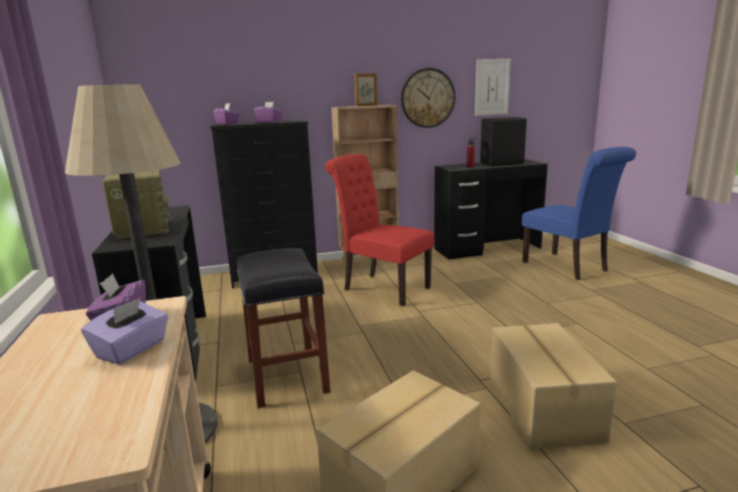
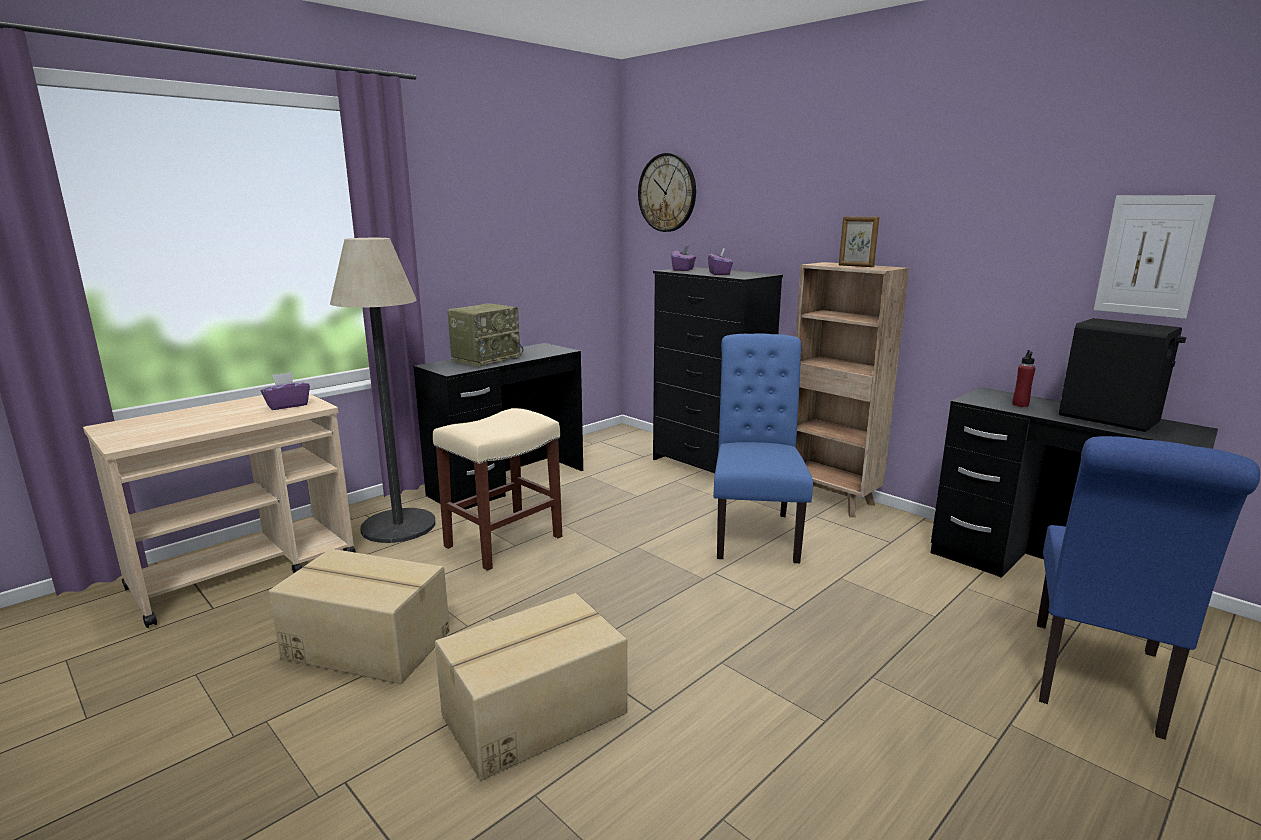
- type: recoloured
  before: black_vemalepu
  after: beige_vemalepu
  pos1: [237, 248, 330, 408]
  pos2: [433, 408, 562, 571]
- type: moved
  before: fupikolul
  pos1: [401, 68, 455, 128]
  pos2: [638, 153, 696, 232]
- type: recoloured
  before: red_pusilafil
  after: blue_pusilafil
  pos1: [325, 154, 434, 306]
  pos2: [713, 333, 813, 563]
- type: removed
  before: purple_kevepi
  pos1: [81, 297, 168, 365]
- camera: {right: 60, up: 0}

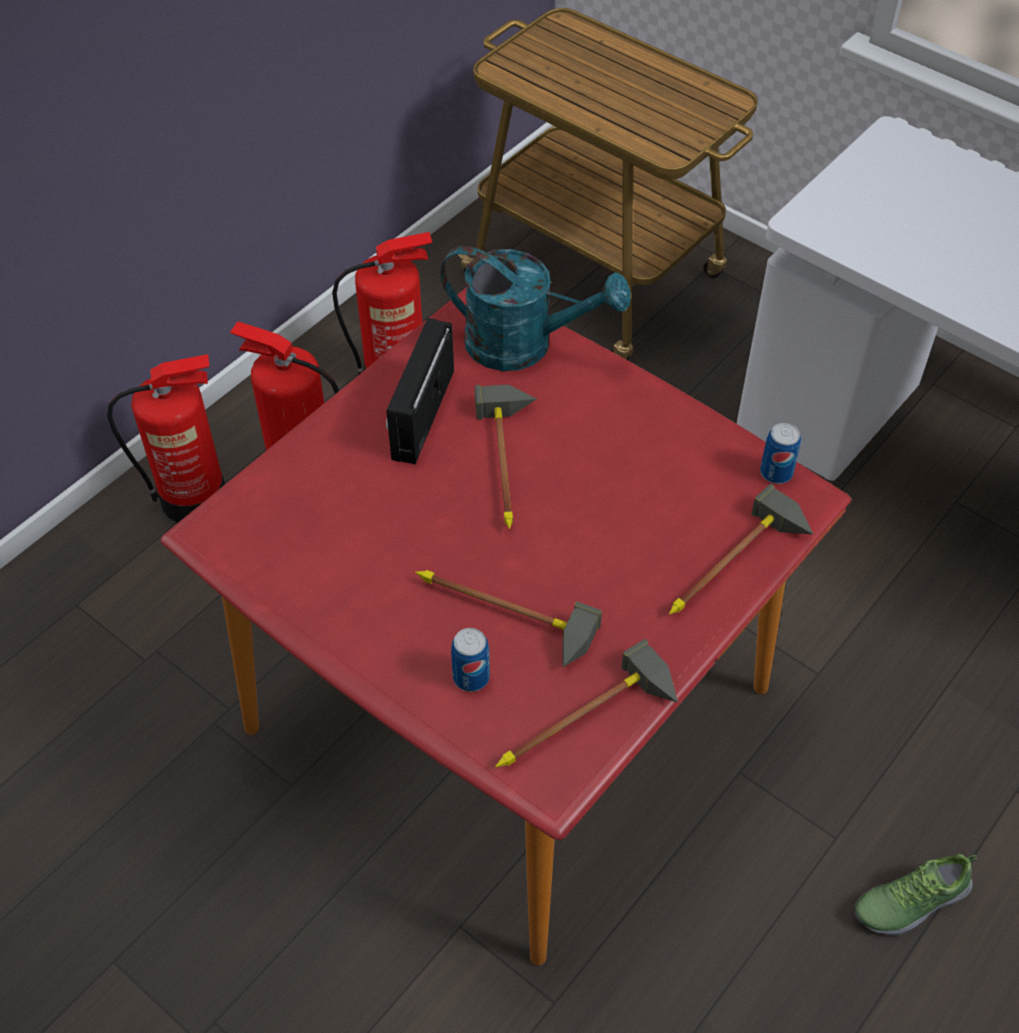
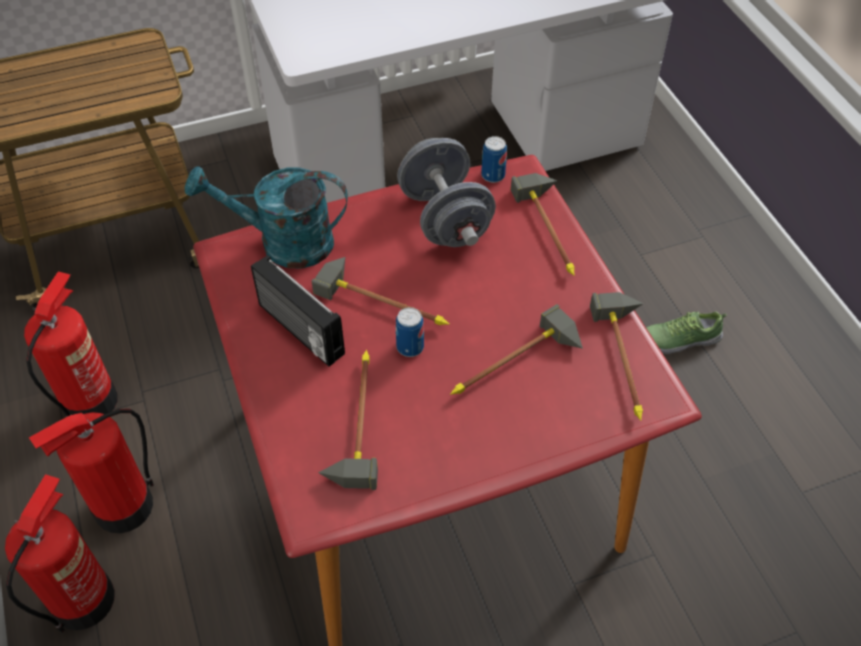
- type: turned
  before: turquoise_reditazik
  pos1: [441, 246, 631, 371]
  pos2: [185, 166, 348, 269]
  turn: -135
- type: added
  after: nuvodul
  pos2: [318, 350, 378, 490]
- type: moved
  before: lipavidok
  pos1: [451, 628, 490, 692]
  pos2: [395, 307, 424, 357]
- type: added
  after: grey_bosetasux
  pos2: [397, 138, 496, 247]
- type: turned
  before: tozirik
  pos1: [855, 854, 977, 936]
  pos2: [646, 312, 727, 354]
  turn: 75
- camera: {right: -60, up: 0}

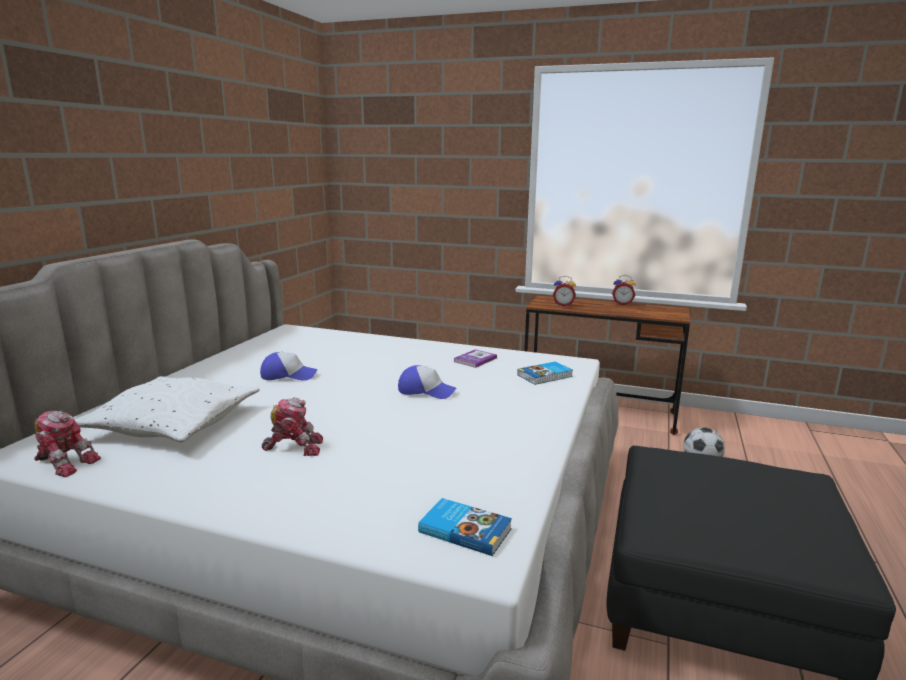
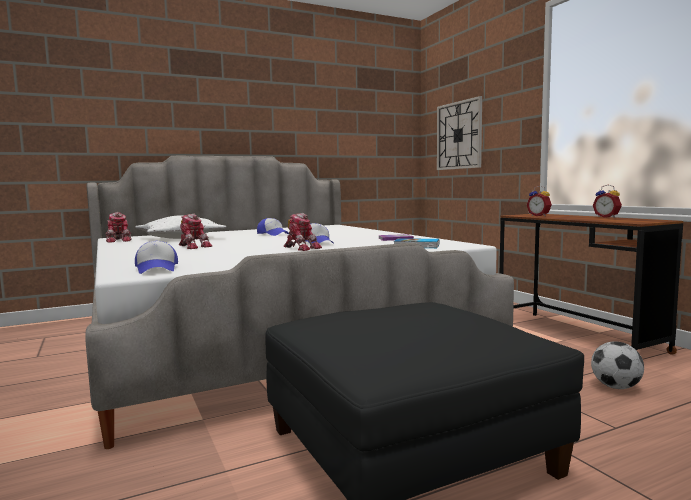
- type: replaced
  before: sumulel
  after: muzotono
  pos1: [418, 498, 512, 556]
  pos2: [135, 241, 178, 274]
- type: added
  after: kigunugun
  pos2: [284, 213, 322, 251]
- type: added
  after: fupikolul
  pos2: [437, 96, 482, 170]
- camera: {right: 45, up: -10}

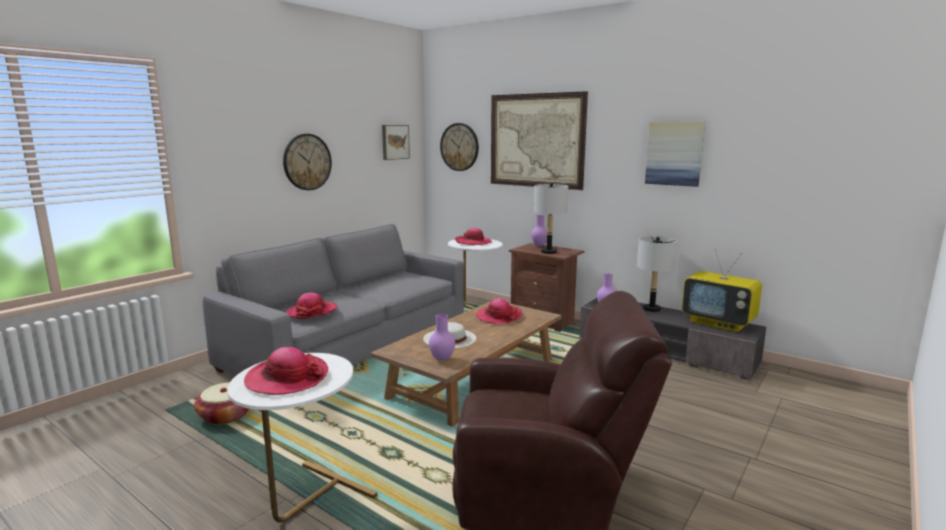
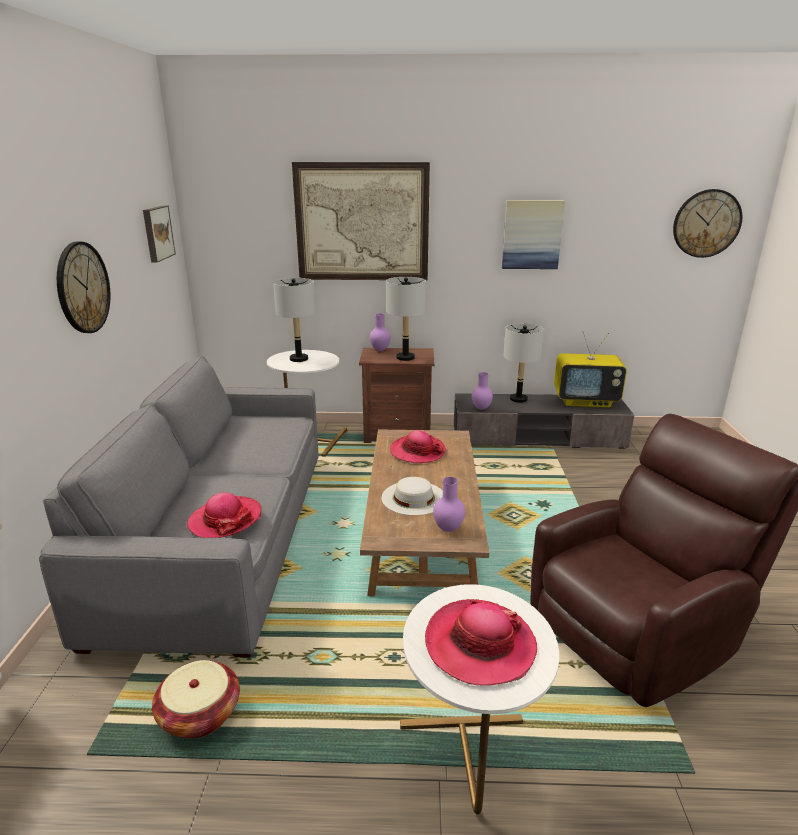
- type: replaced
  before: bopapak
  after: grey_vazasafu
  pos1: [455, 228, 492, 245]
  pos2: [273, 278, 316, 362]
- type: moved
  before: fupikolul
  pos1: [440, 123, 479, 171]
  pos2: [673, 189, 742, 258]
- camera: {right: -35, up: 10}

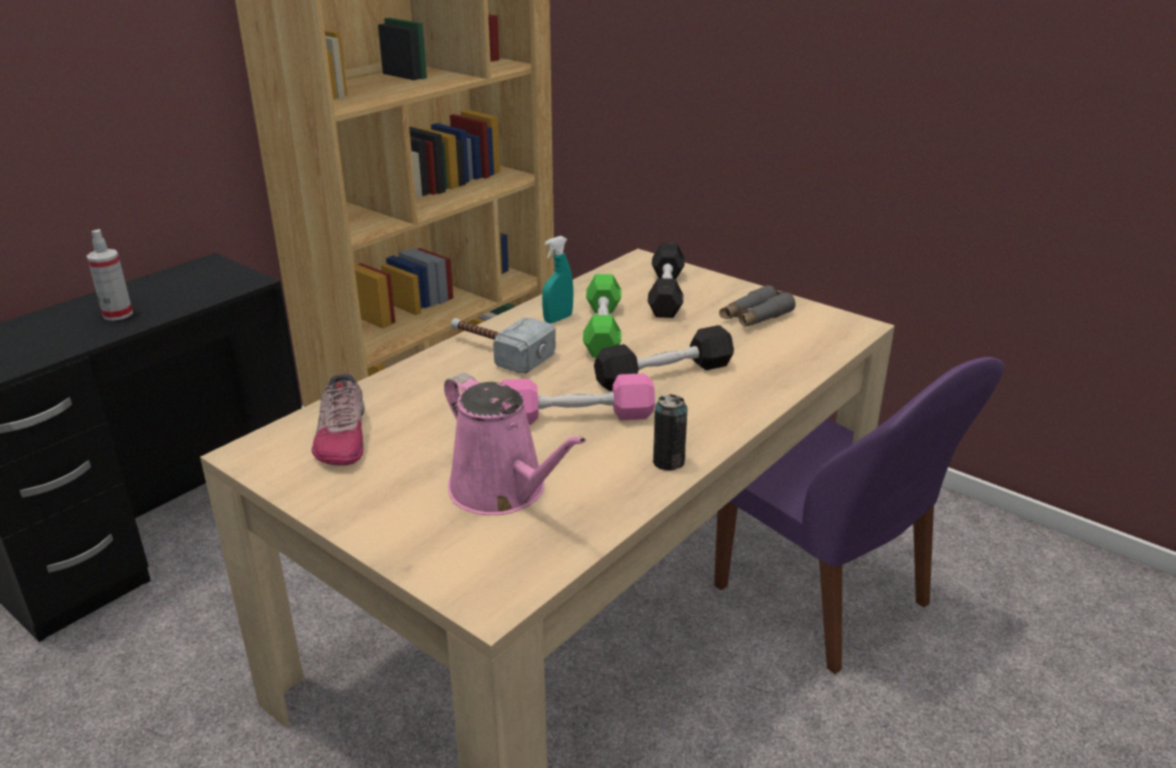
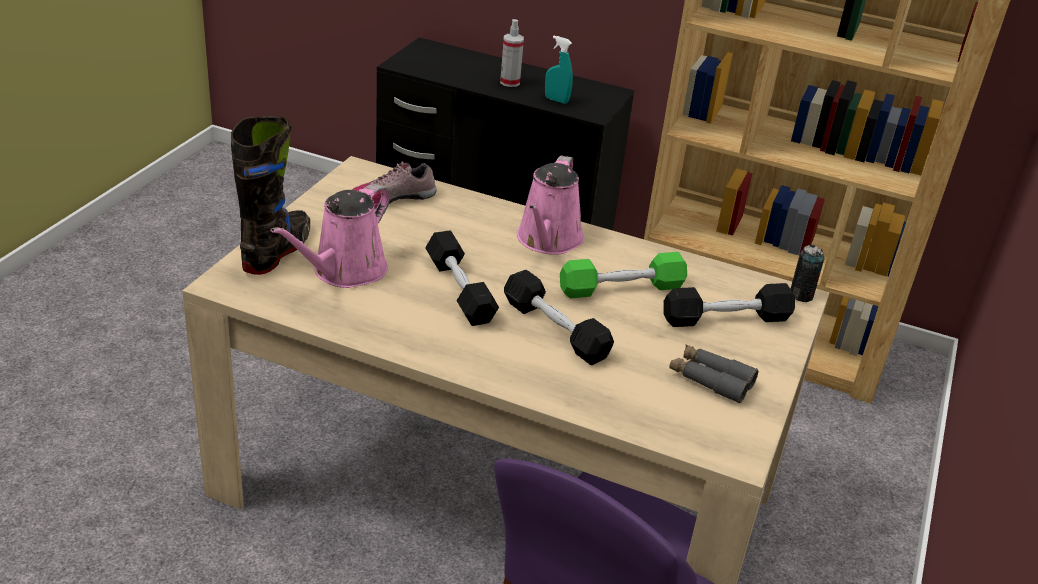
- type: added
  after: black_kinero
  pos2: [231, 116, 310, 275]
- type: recoloured
  before: pink_bosetasux
  after: black_bosetasux
  pos1: [501, 373, 655, 425]
  pos2: [425, 230, 499, 326]
- type: replaced
  before: nuvodul
  after: pink_reditazik
  pos1: [451, 317, 556, 373]
  pos2: [517, 156, 584, 255]
- type: moved
  before: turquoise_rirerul
  pos1: [542, 236, 574, 323]
  pos2: [545, 36, 573, 104]
- type: moved
  before: lipavidok
  pos1: [653, 394, 687, 471]
  pos2: [791, 245, 824, 302]
- camera: {right: 70, up: 5}

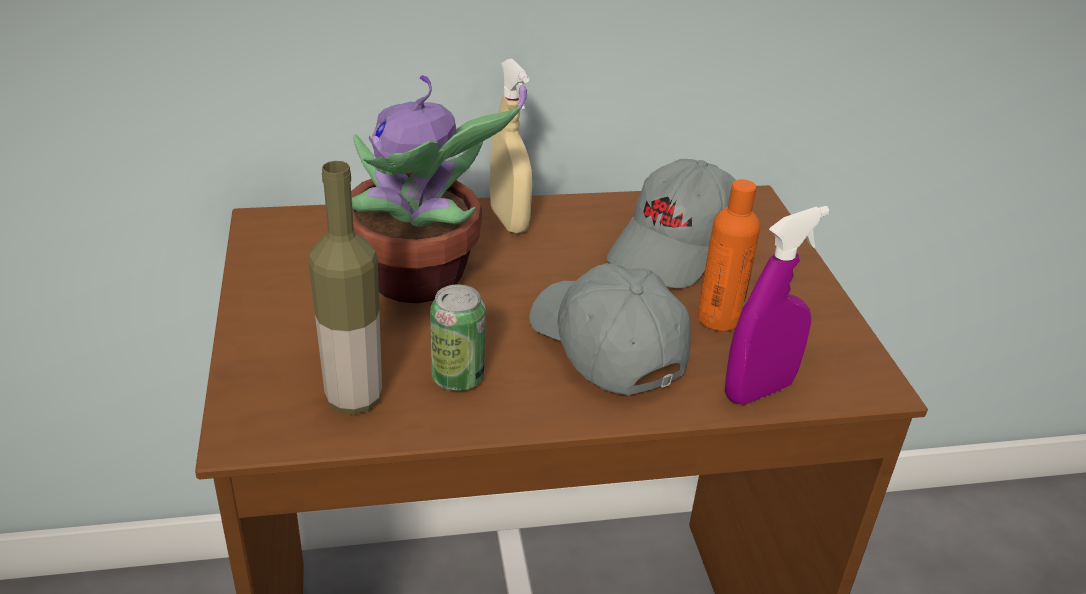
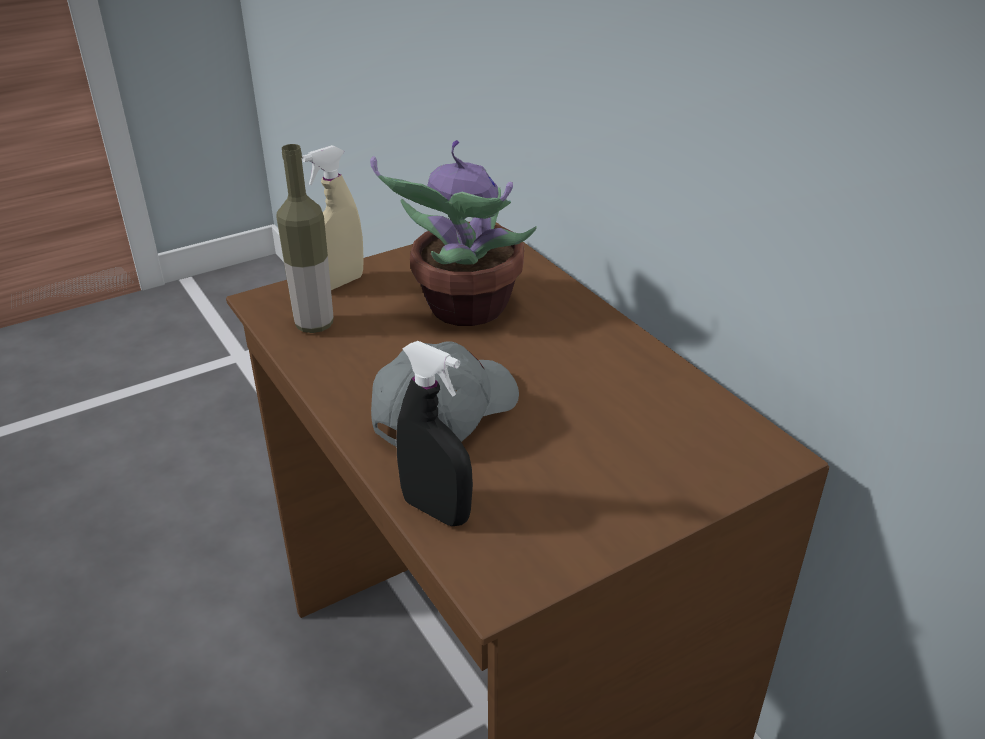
- type: moved
  before: beige_rirerul
  pos1: [490, 59, 532, 233]
  pos2: [302, 145, 364, 290]
- type: recoloured
  before: purple_rirerul
  after: black_rirerul
  pos1: [725, 206, 830, 404]
  pos2: [396, 341, 473, 526]
- type: removed
  before: lipavidok
  pos1: [430, 284, 486, 391]
- type: removed
  before: grey_muzotono
  pos1: [607, 159, 736, 288]
- type: removed
  before: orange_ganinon
  pos1: [697, 179, 760, 331]
- camera: {right: 70, up: 0}

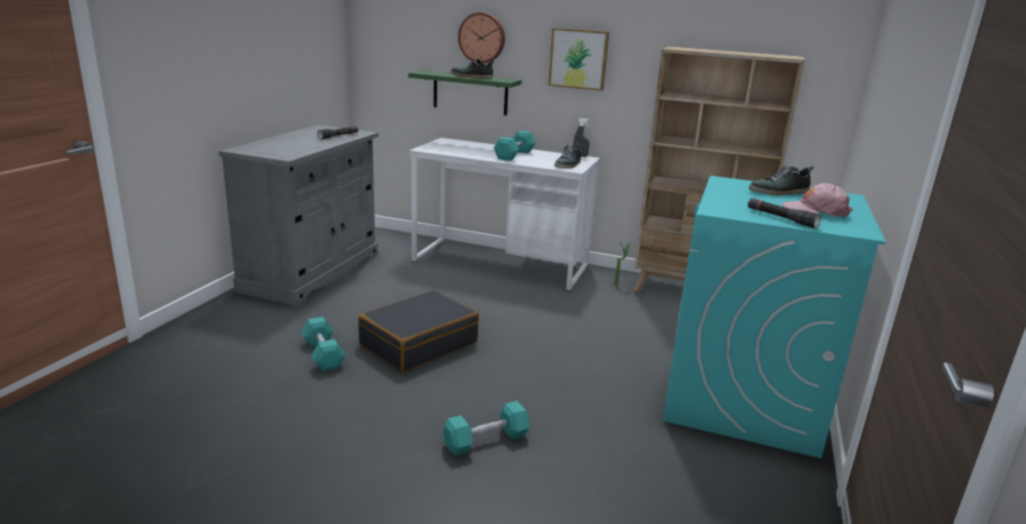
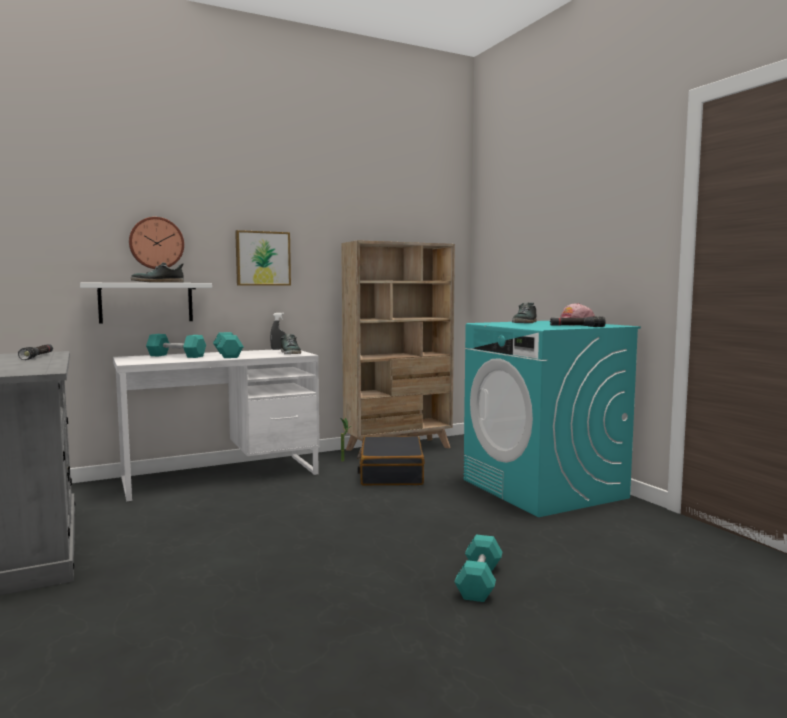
- type: recoloured
  before: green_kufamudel
  after: white_kufamudel
  pos1: [408, 70, 522, 116]
  pos2: [80, 283, 212, 324]
- type: moved
  before: turquoise_bosetasux
  pos1: [301, 317, 346, 371]
  pos2: [146, 334, 206, 358]
- type: moved
  before: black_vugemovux
  pos1: [358, 290, 479, 373]
  pos2: [357, 436, 425, 485]
- camera: {right: -45, up: -15}

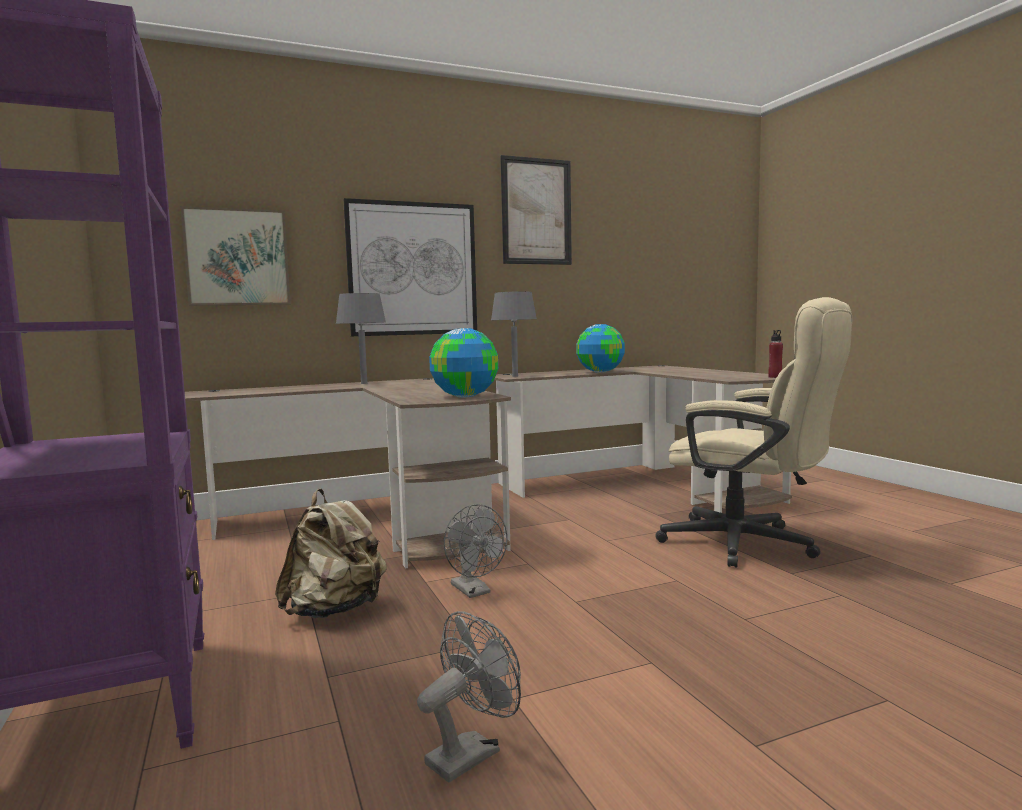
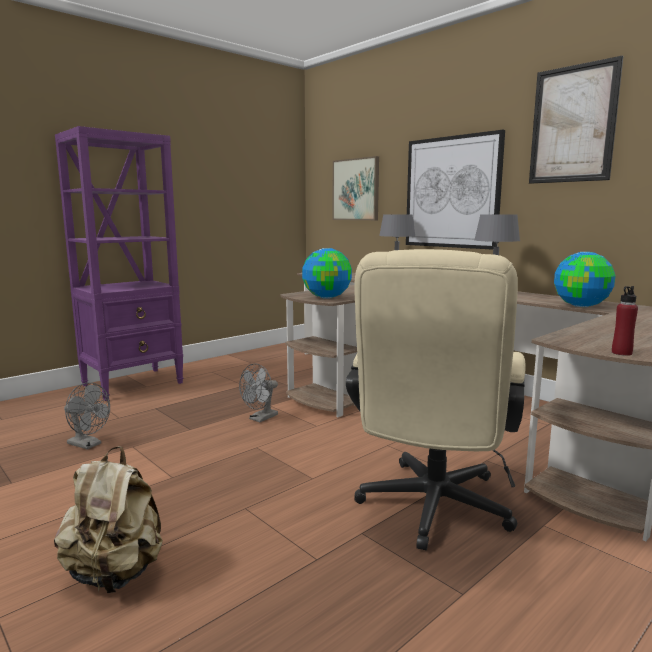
- type: moved
  before: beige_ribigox
  pos1: [275, 489, 387, 618]
  pos2: [54, 446, 163, 594]
- camera: {right: 70, up: 5}

